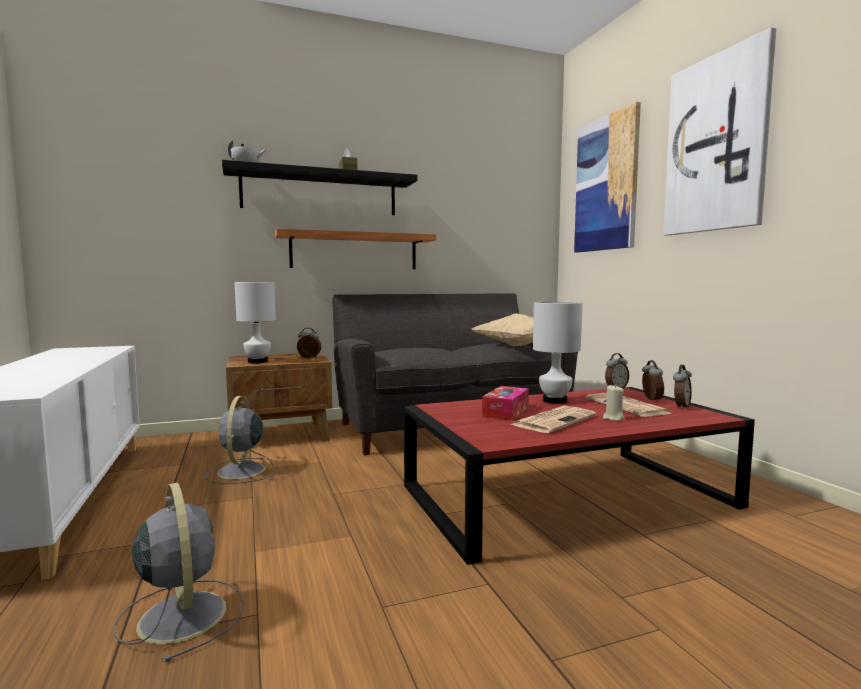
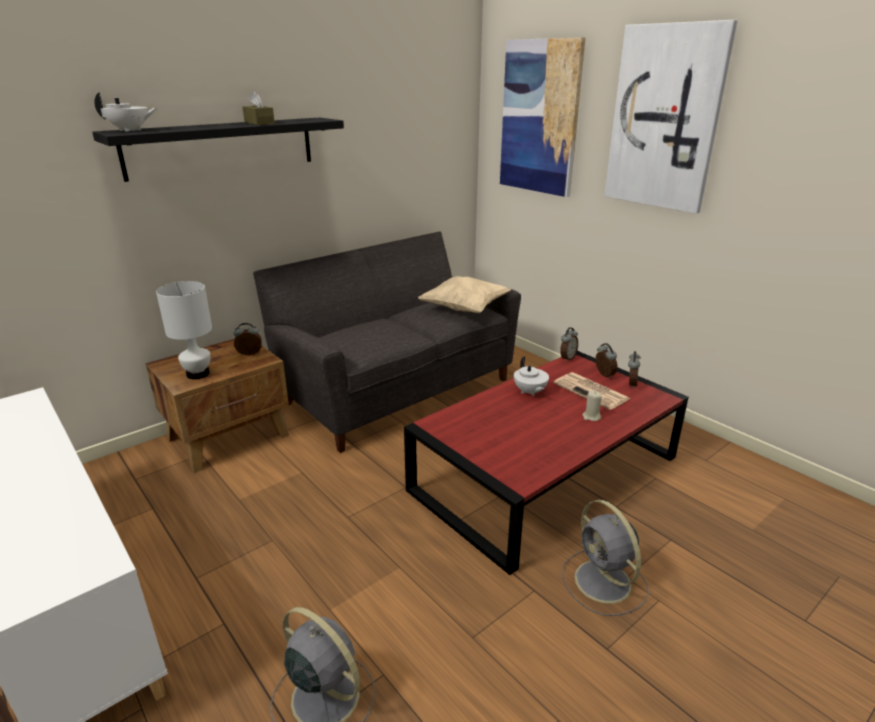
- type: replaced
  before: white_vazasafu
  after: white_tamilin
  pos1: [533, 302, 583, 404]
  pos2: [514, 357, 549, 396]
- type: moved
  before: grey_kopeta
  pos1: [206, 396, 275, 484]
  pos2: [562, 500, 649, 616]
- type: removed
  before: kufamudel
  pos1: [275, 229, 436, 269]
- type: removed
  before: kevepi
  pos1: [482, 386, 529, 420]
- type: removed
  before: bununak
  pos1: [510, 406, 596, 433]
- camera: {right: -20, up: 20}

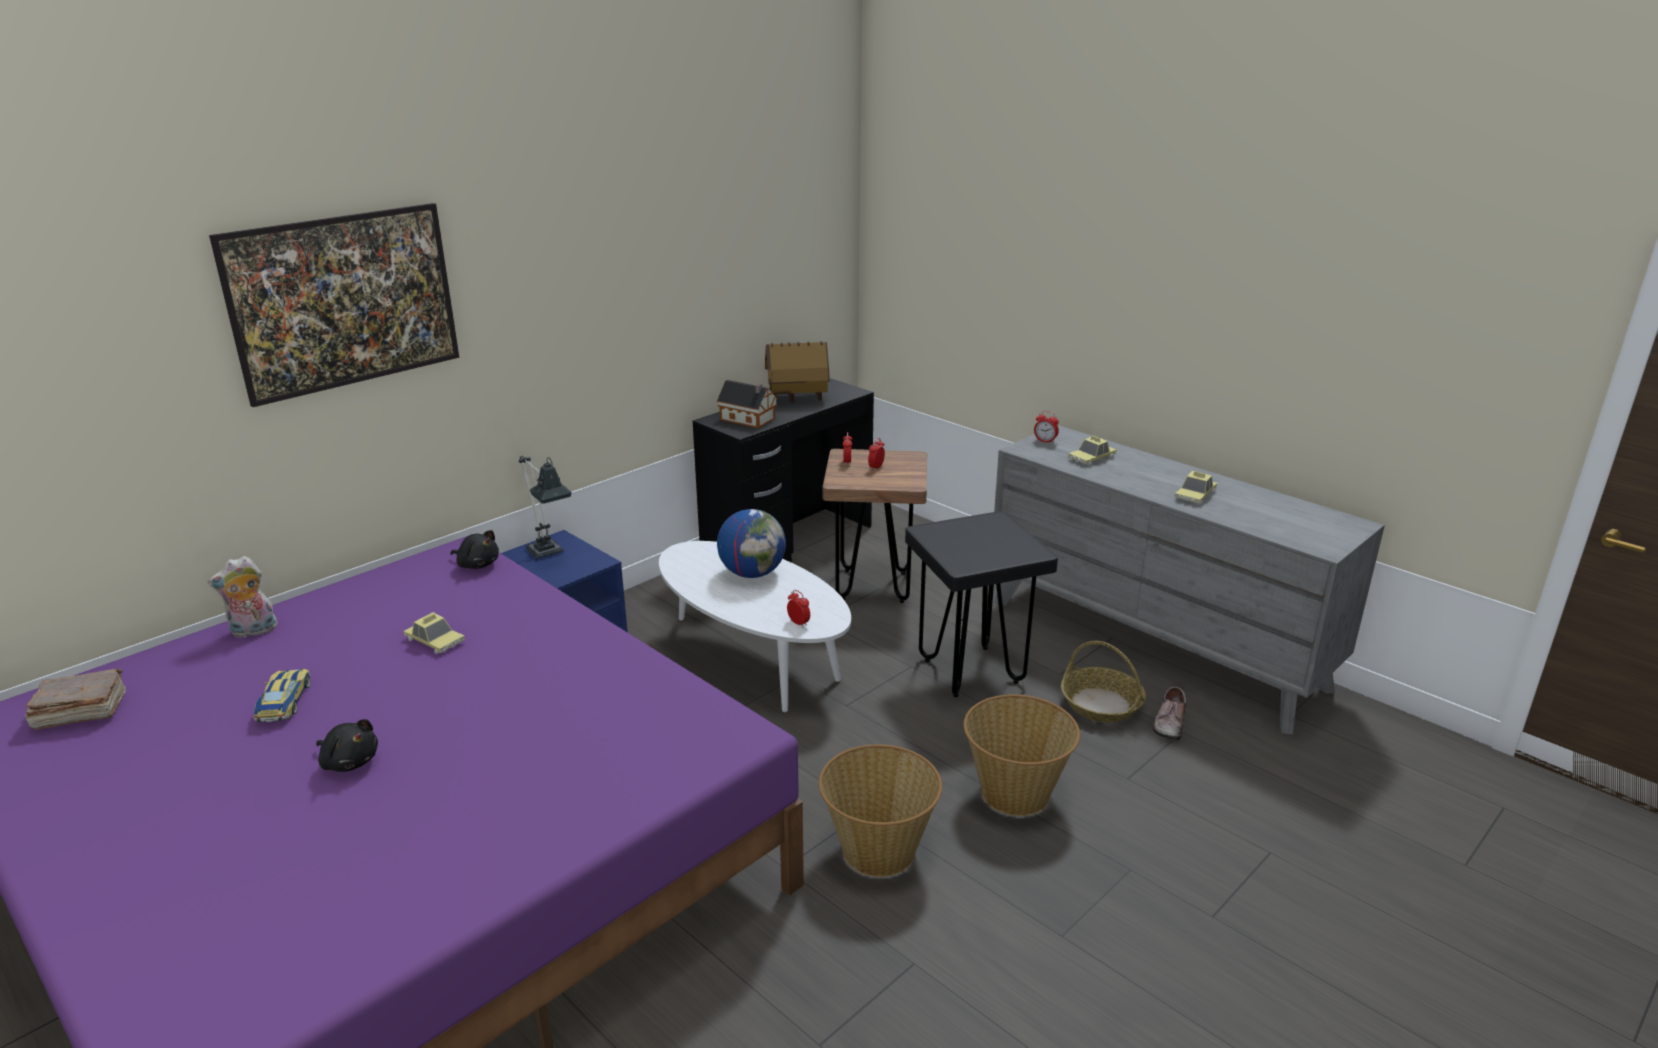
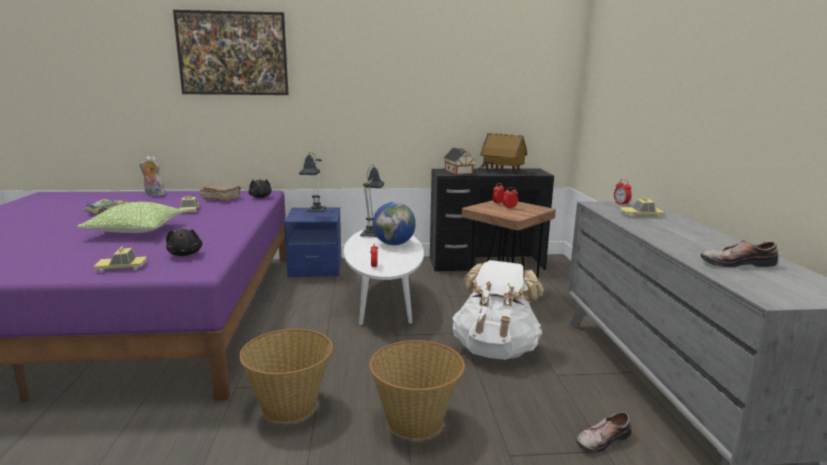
- type: added
  after: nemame
  pos2: [76, 202, 187, 233]
- type: moved
  before: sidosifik
  pos1: [1175, 471, 1218, 504]
  pos2: [93, 246, 147, 273]
- type: moved
  before: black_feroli
  pos1: [316, 719, 378, 772]
  pos2: [166, 229, 202, 256]
- type: moved
  before: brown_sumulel
  pos1: [25, 669, 126, 730]
  pos2: [200, 184, 241, 201]
- type: added
  after: vazasafu
  pos2: [360, 165, 384, 237]
- type: replaced
  before: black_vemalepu
  after: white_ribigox
  pos1: [905, 511, 1058, 697]
  pos2: [453, 260, 544, 360]
- type: added
  after: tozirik
  pos2: [700, 240, 778, 267]
- type: removed
  before: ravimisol
  pos1: [1061, 641, 1146, 722]
- camera: {right: 40, up: -10}

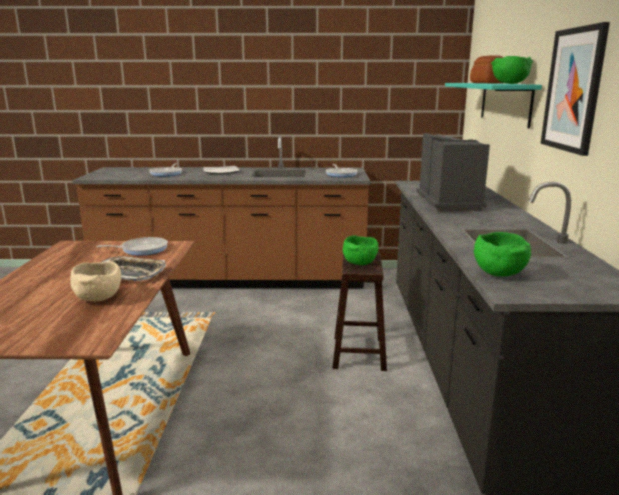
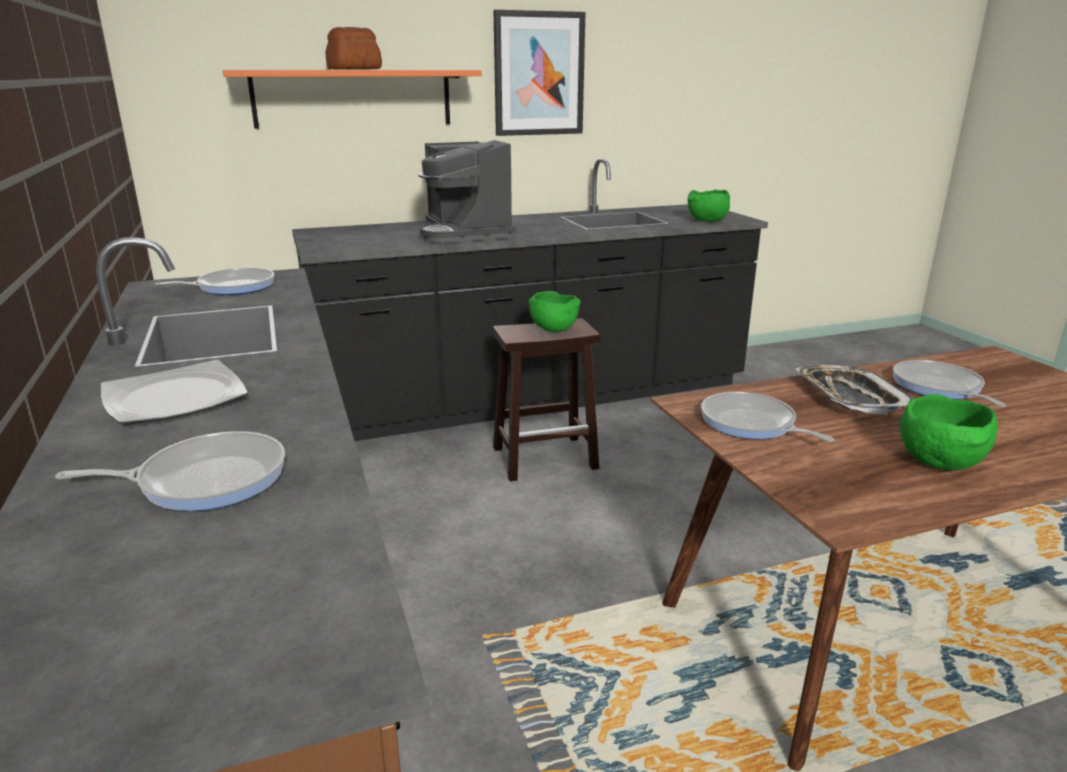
- type: recoloured
  before: turquoise_kufamudel
  after: orange_kufamudel
  pos1: [445, 83, 542, 128]
  pos2: [222, 70, 482, 129]
- type: turned
  before: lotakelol
  pos1: [416, 133, 490, 212]
  pos2: [418, 140, 516, 243]
  turn: -90
- type: replaced
  before: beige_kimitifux
  after: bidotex
  pos1: [70, 261, 121, 301]
  pos2: [893, 360, 1006, 407]
- type: moved
  before: green_kimitifux
  pos1: [491, 56, 533, 84]
  pos2: [900, 394, 998, 470]
- camera: {right: -110, up: 5}

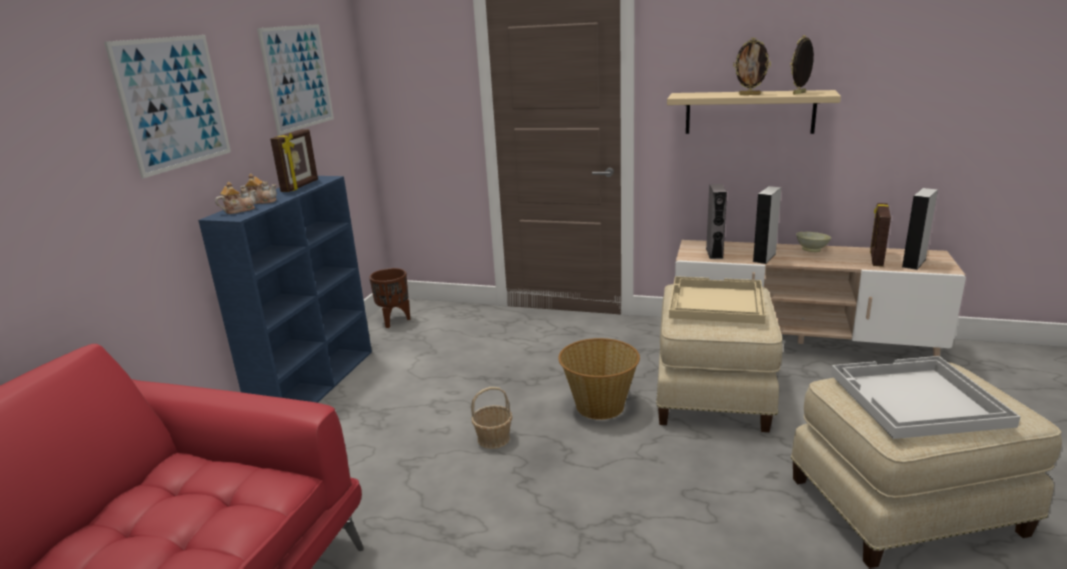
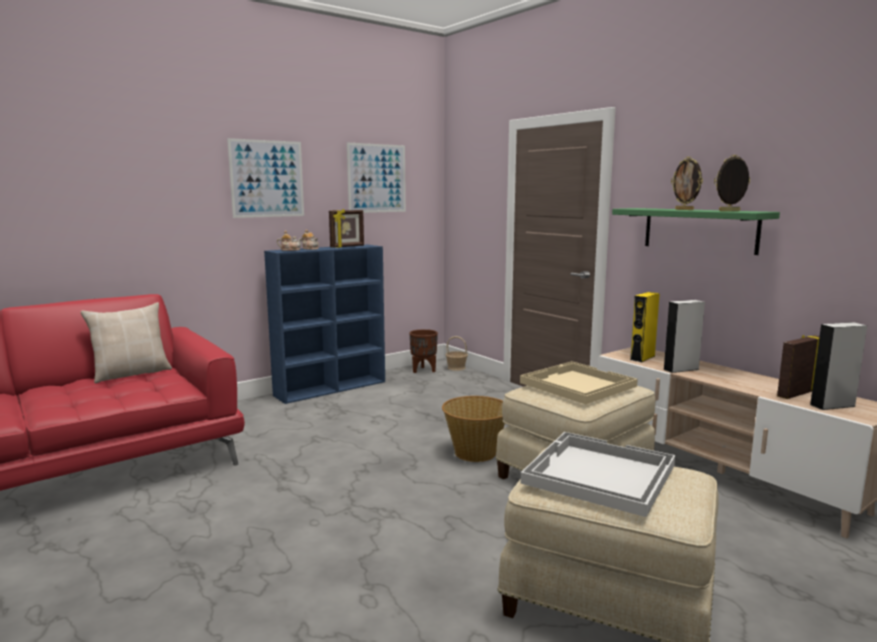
- type: added
  after: beige_nemame
  pos2: [81, 302, 172, 383]
- type: moved
  before: ravimisol
  pos1: [471, 387, 512, 449]
  pos2: [446, 336, 468, 371]
- type: recoloured
  before: beige_kufamudel
  after: green_kufamudel
  pos1: [667, 90, 841, 134]
  pos2: [612, 208, 780, 255]
- type: recoloured
  before: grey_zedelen
  after: yellow_zedelen
  pos1: [706, 184, 727, 259]
  pos2: [630, 292, 660, 362]
- type: removed
  before: beige_kimitifux
  pos1: [796, 232, 831, 252]
- camera: {right: 35, up: -10}

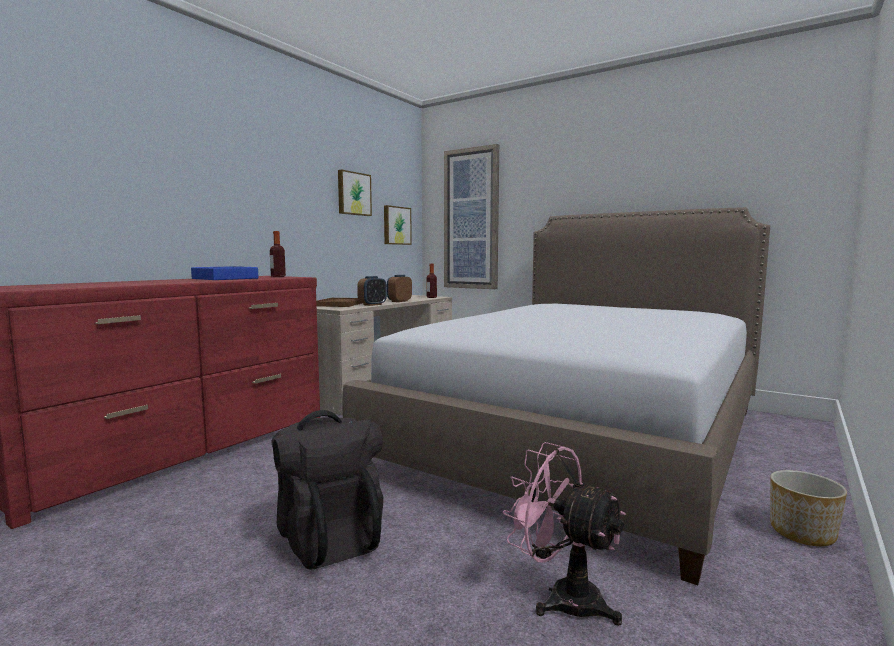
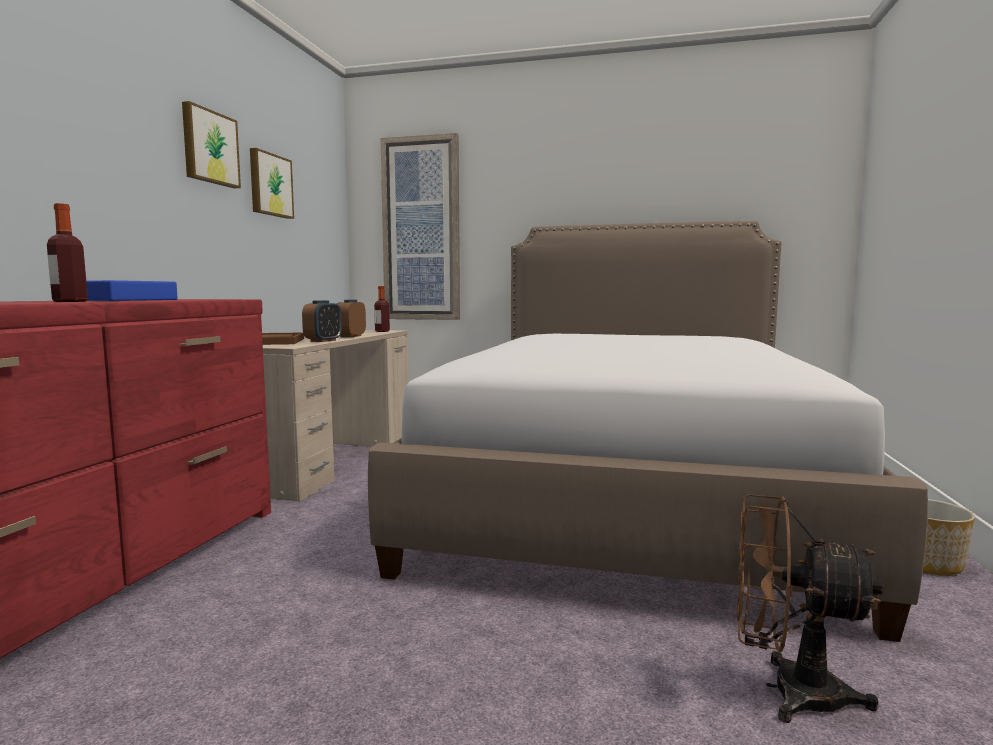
- type: moved
  before: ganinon
  pos1: [270, 231, 286, 277]
  pos2: [47, 203, 88, 302]
- type: moved
  before: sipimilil
  pos1: [384, 205, 412, 245]
  pos2: [182, 101, 241, 188]
- type: recoloured
  before: pink_kopeta
  after: brown_kopeta
  pos1: [503, 442, 626, 626]
  pos2: [737, 494, 884, 723]
- type: removed
  before: black_ribigox
  pos1: [271, 410, 383, 569]
- camera: {right: -20, up: 0}

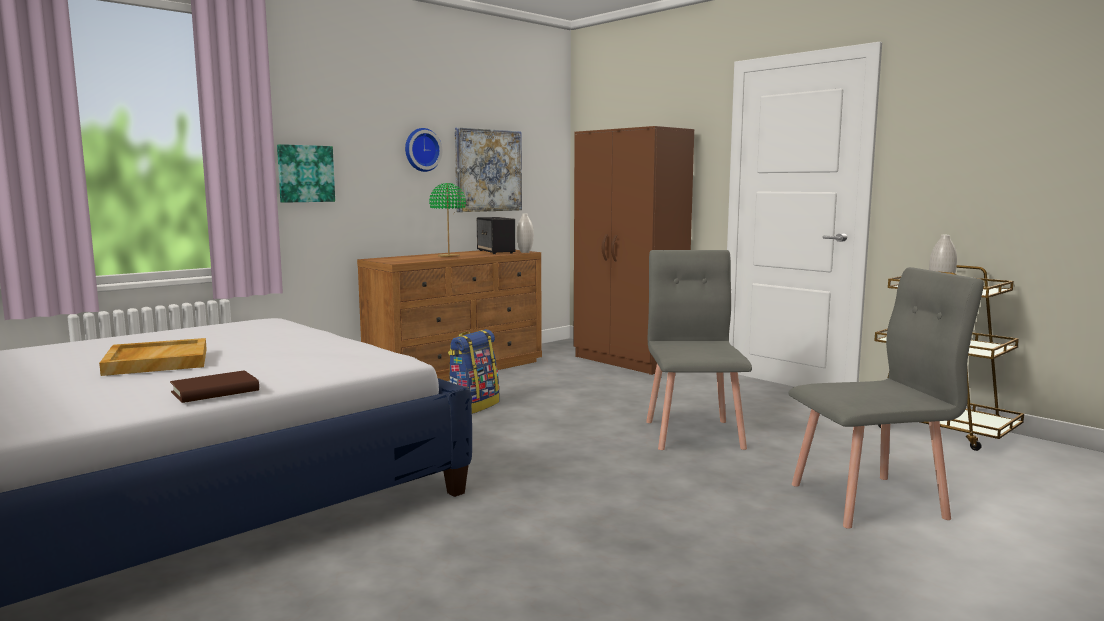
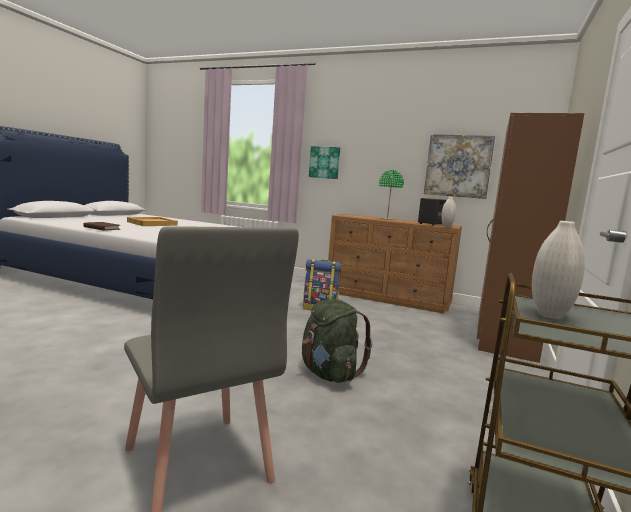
- type: replaced
  before: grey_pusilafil
  after: green_ribigox
  pos1: [646, 250, 752, 450]
  pos2: [302, 299, 373, 383]
- type: removed
  before: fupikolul
  pos1: [405, 128, 442, 172]
- camera: {right: 65, up: 0}

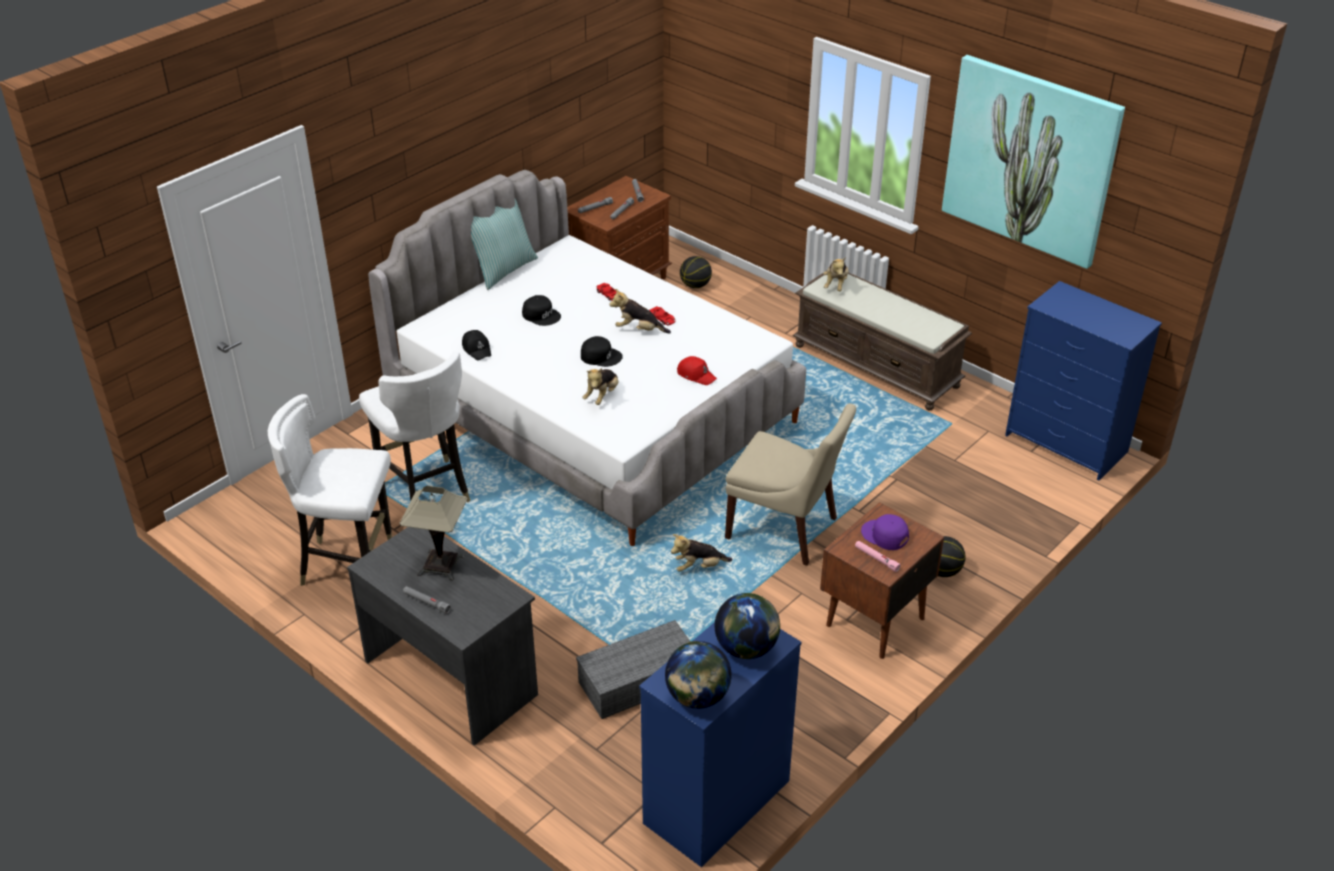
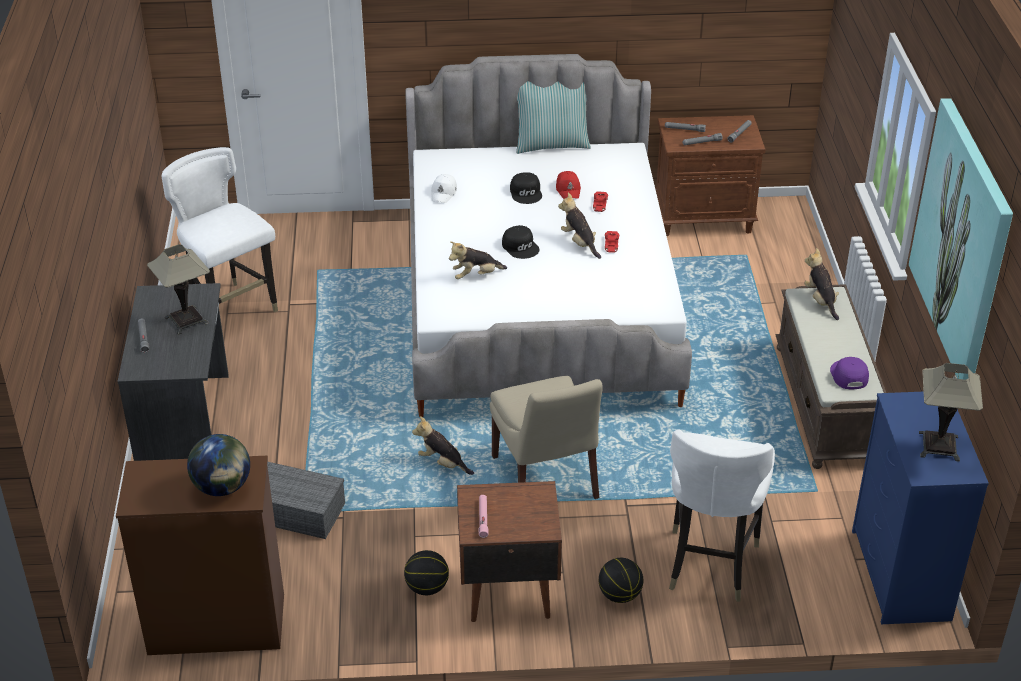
- type: recoloured
  before: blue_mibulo
  after: brown_mibulo
  pos1: [639, 622, 802, 867]
  pos2: [116, 456, 284, 655]
- type: moved
  before: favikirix
  pos1: [680, 256, 712, 288]
  pos2: [404, 550, 449, 595]
- type: recoloured
  before: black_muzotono
  after: white_muzotono
  pos1: [462, 330, 491, 360]
  pos2: [431, 174, 457, 203]
- type: moved
  before: red_muzotono
  pos1: [677, 356, 717, 385]
  pos2: [556, 171, 581, 199]
- type: moved
  before: white_pusilafil
  pos1: [359, 351, 470, 502]
  pos2: [669, 429, 775, 602]
- type: turned
  before: feroli
  pos1: [823, 257, 849, 291]
  pos2: [804, 248, 839, 320]
  turn: 105
- type: moved
  before: purple_muzotono
  pos1: [861, 514, 909, 550]
  pos2: [830, 357, 869, 389]
- type: added
  after: vazasafu
  pos2: [919, 363, 983, 462]
- type: removed
  before: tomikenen
  pos1: [665, 641, 732, 709]
- camera: {right: 45, up: 0}

